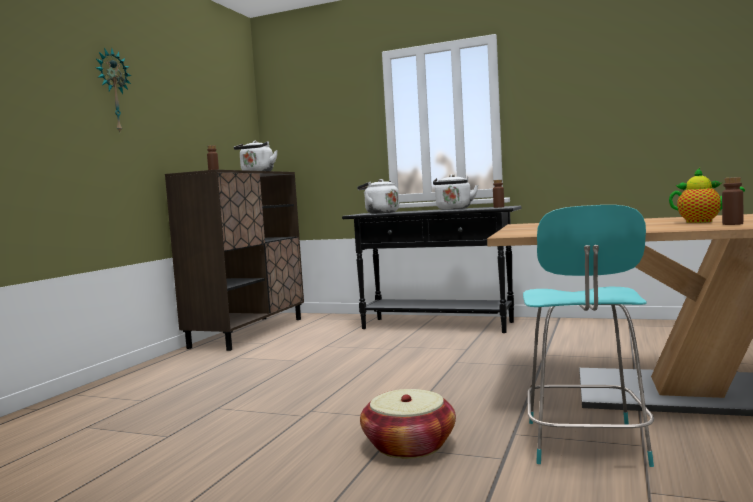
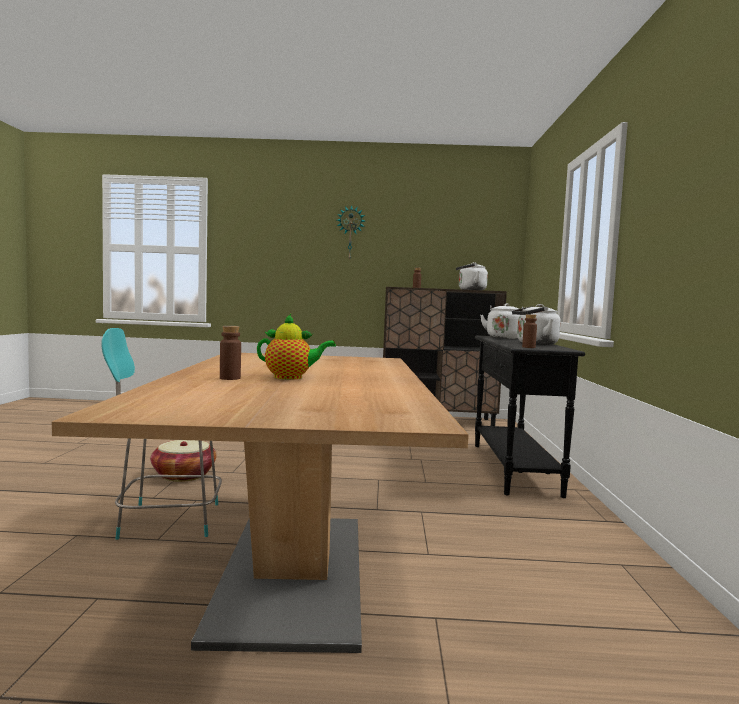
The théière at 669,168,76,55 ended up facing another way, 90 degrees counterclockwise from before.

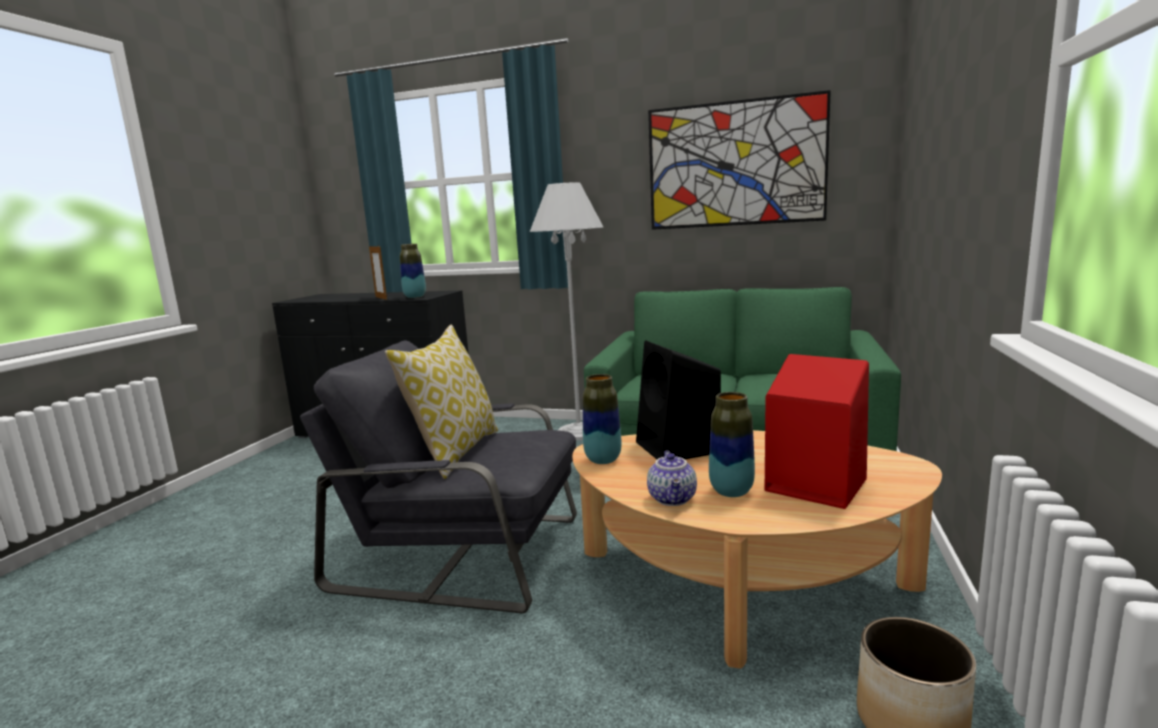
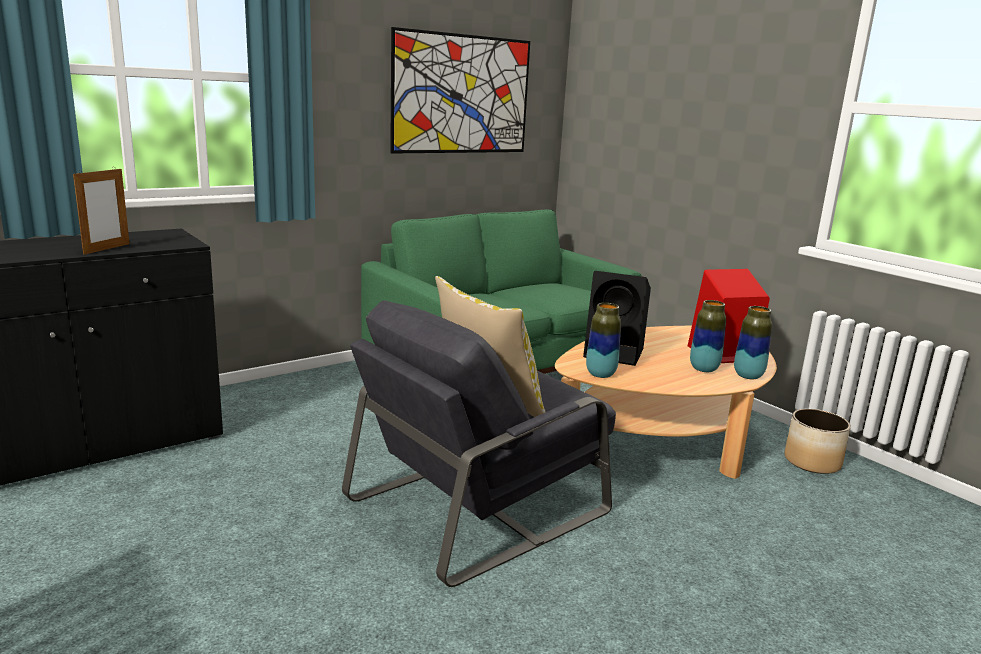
The cadre photo at 369,246,18,54 ended up facing another way, 75 degrees counterclockwise from before.
The vase ended up elsewhere, having gone from 400,244,26,54 to 734,306,38,73.
The second view lost the lampadaire/blanc at 530,182,73,258.
The second view lost the théière at 647,450,50,56.

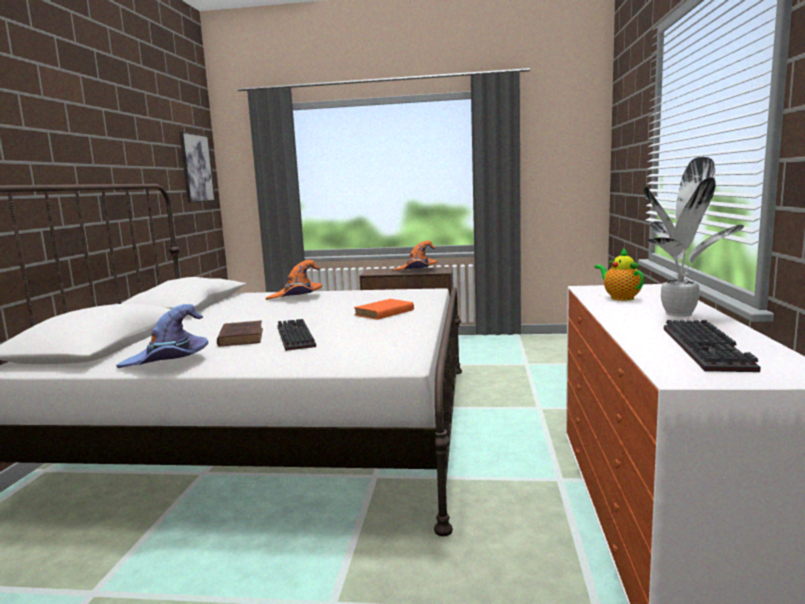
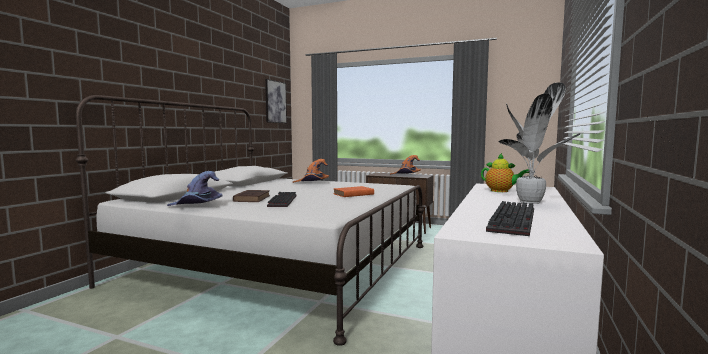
The théière at 594,248,50,53 ended up facing another way, 135 degrees clockwise from before.

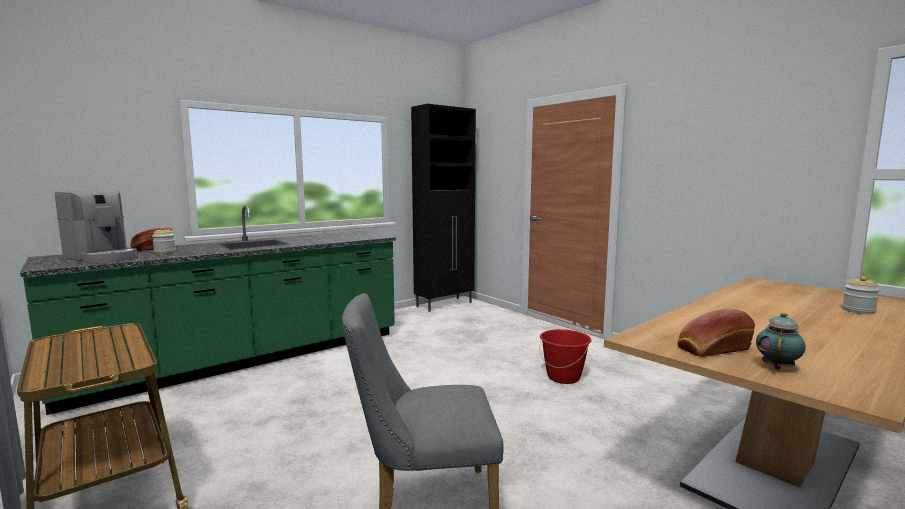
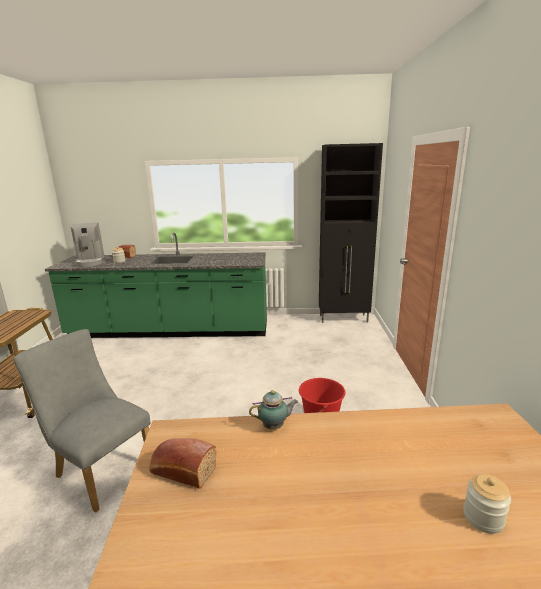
The théière ended up elsewhere, having gone from 756,312,50,58 to 249,390,49,40.

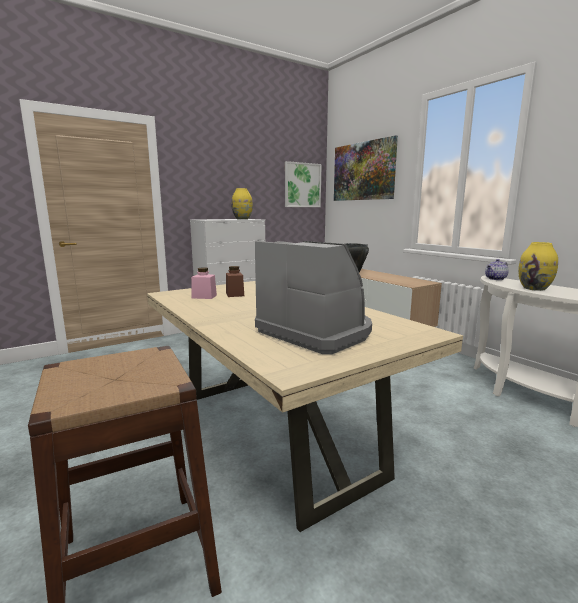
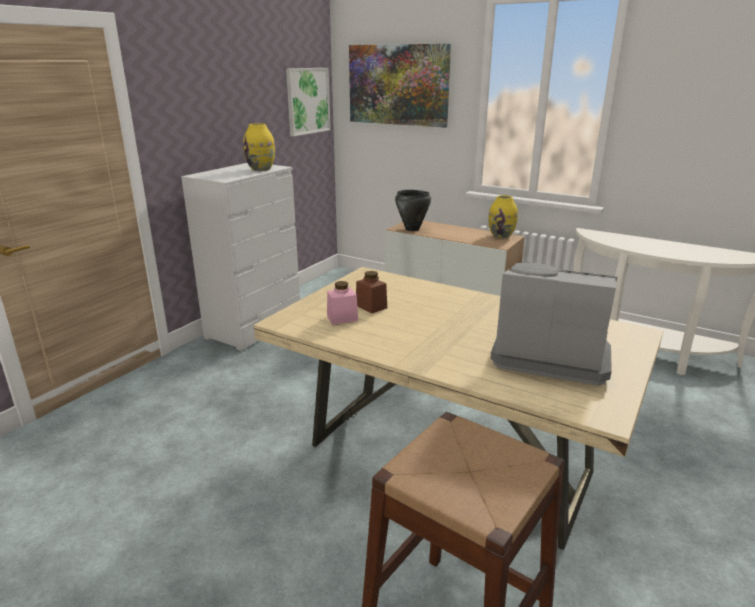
The second view lost the théière at 485,259,24,21.
The vase/jaune ended up elsewhere, having gone from 518,242,40,49 to 488,195,30,43.

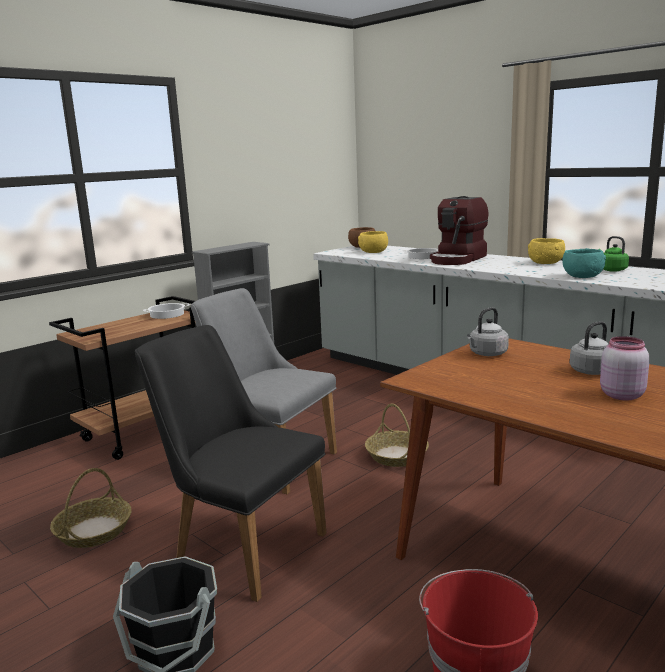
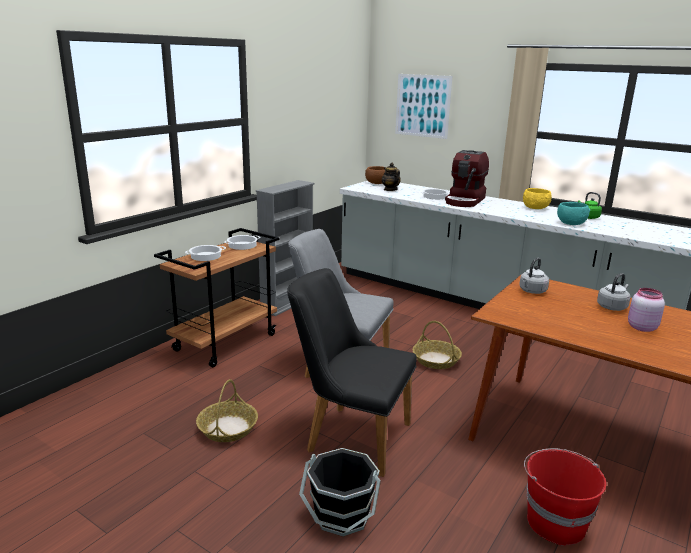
Where the bol/jaune stood at 358,231,30,22, the théière came to stand at 382,163,19,28.
The second view gained the marmite at 185,245,41,16.
The second view gained the tableau at 395,74,57,65.

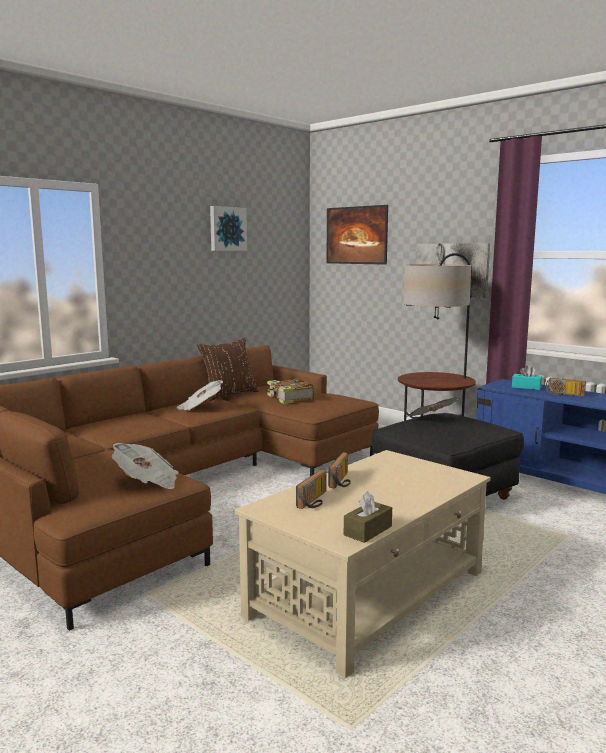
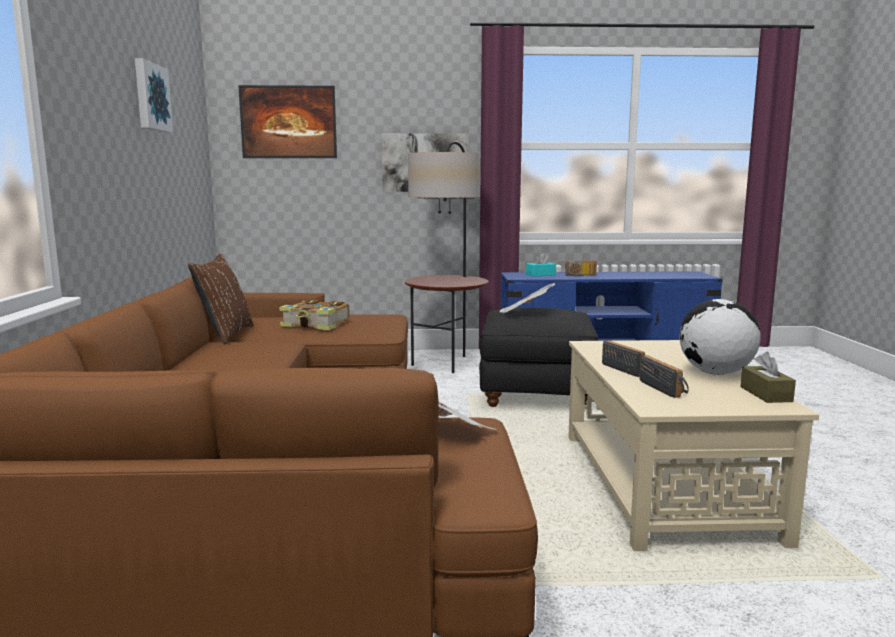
The second view lost the journal at 177,380,46,30.
The second view gained the globe at 679,299,82,76.

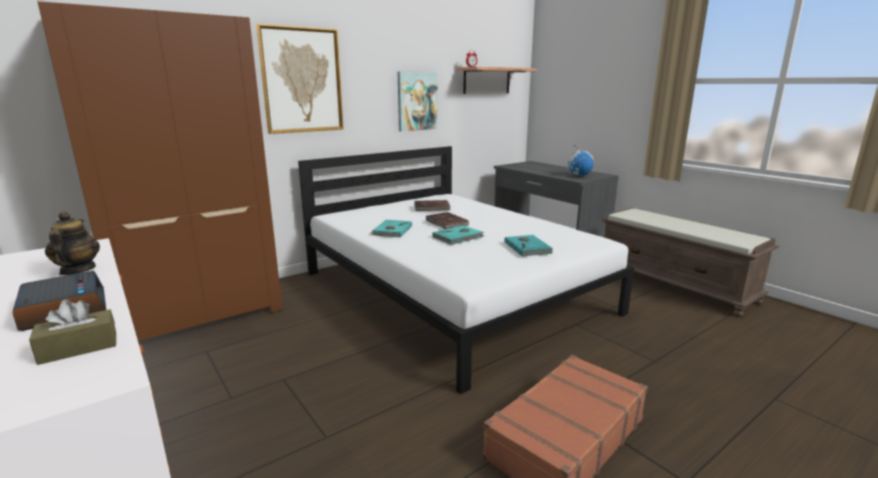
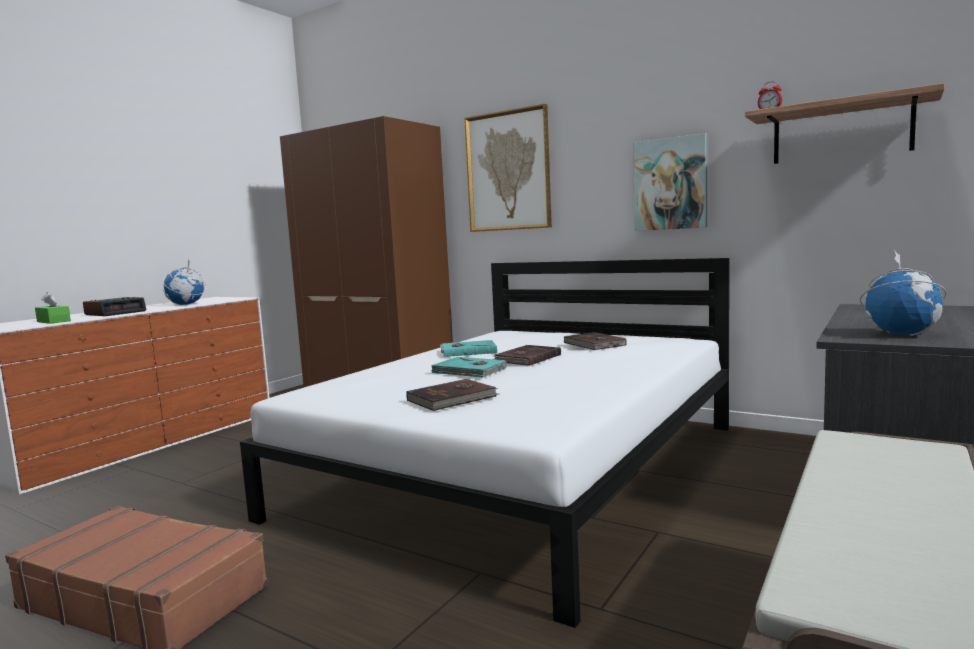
What was the boîte à mouchoirs/marron at 29,299,87,66 turned into the boîte à mouchoirs/vert at 35,292,36,32.
Where the théière stood at 45,211,55,64, the globe came to stand at 162,258,45,47.
What was the livre/turquoise at 505,235,48,22 turned into the livre/marron at 406,379,93,32.

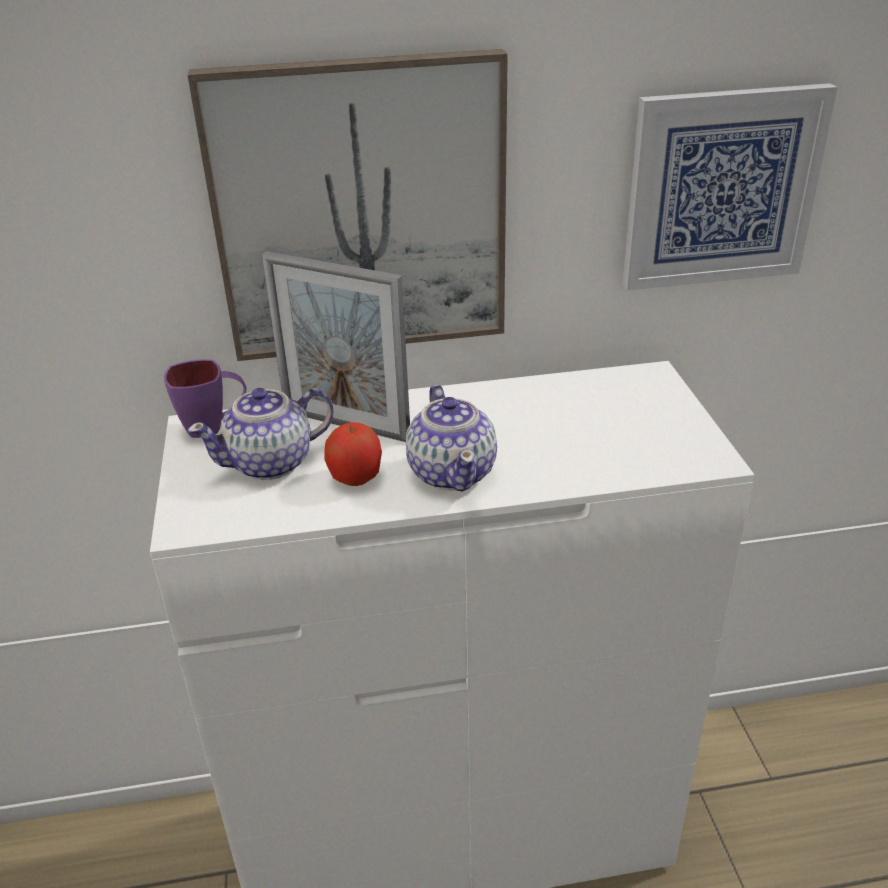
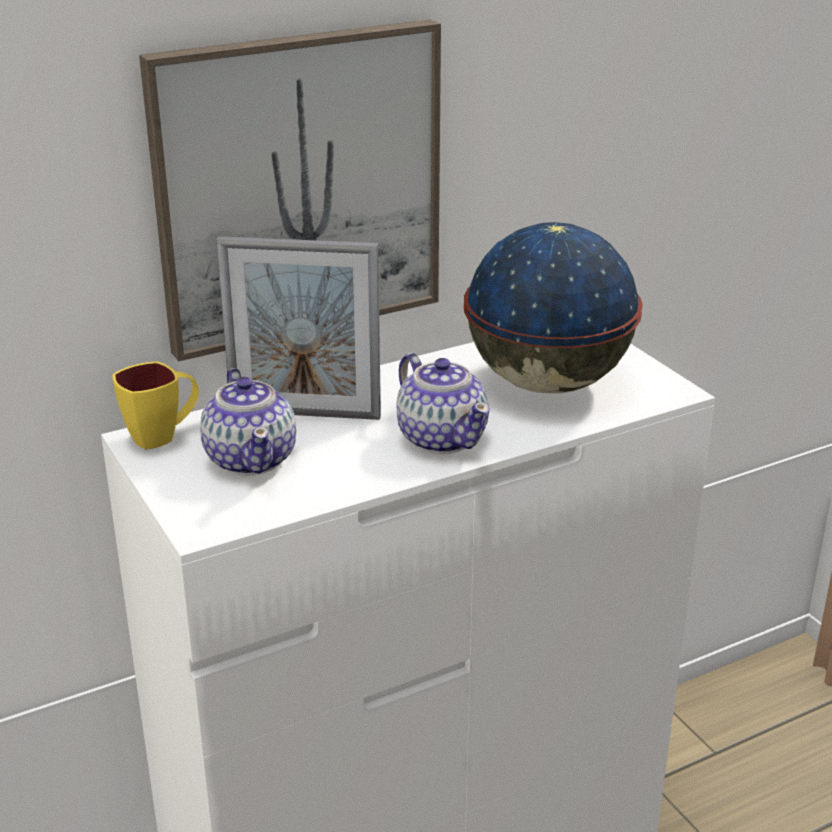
What was the mug/violet at 164,359,82,79 turned into the mug/jaune at 113,362,86,87.
The théière at 188,388,145,92 ended up facing another way, 60 degrees counterclockwise from before.
The second view lost the pomme at 325,422,57,64.
The second view lost the tableau at 623,83,214,208.
The second view gained the globe at 464,222,179,171.

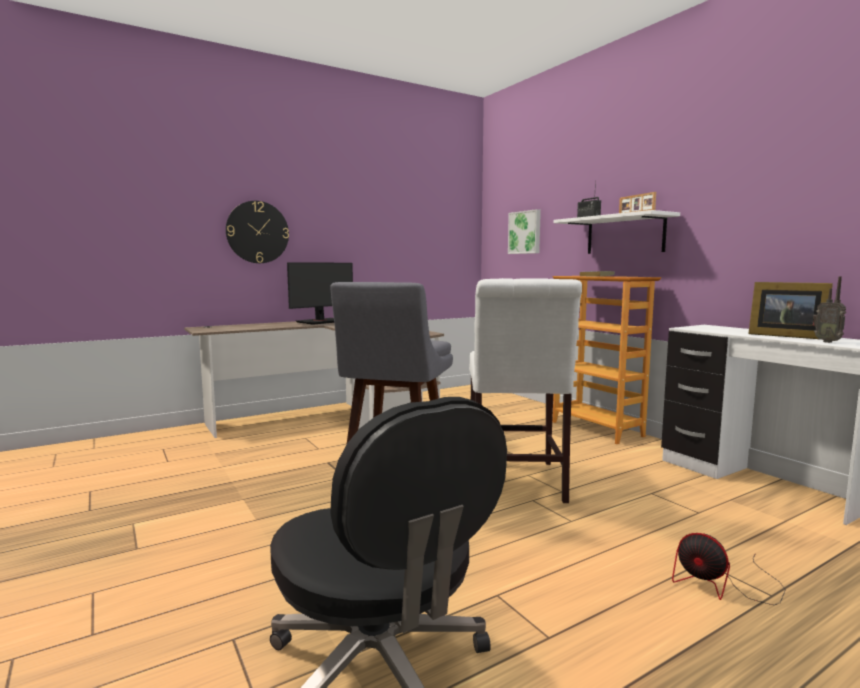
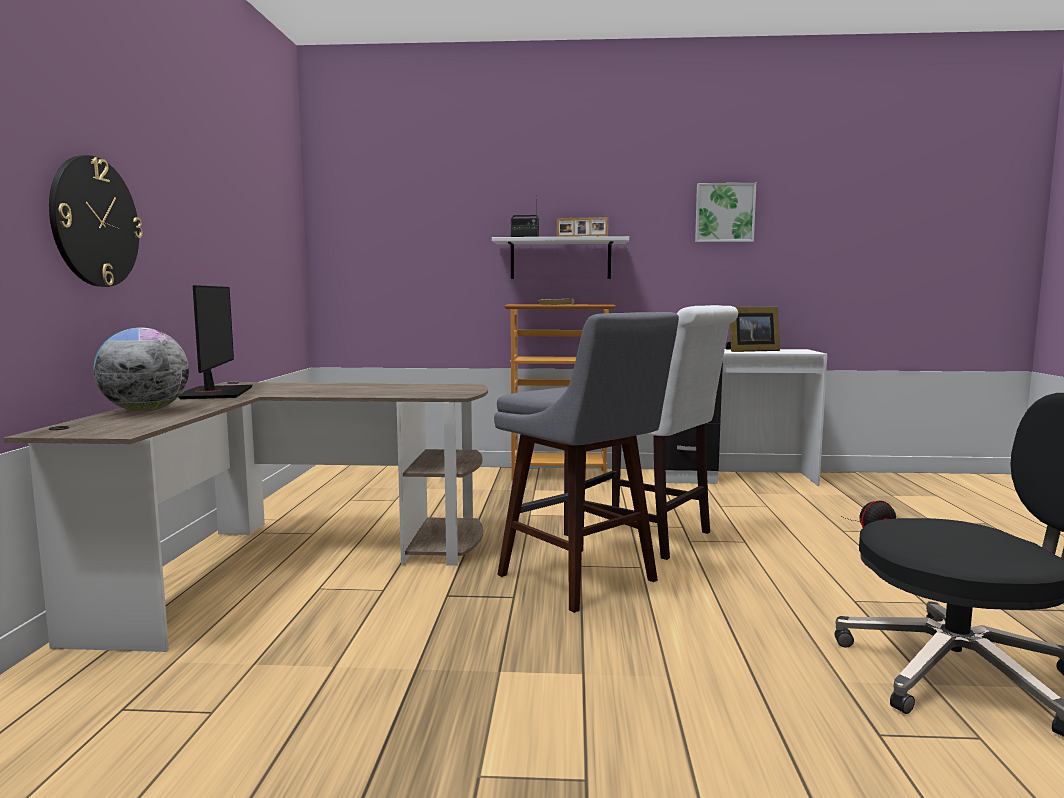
The tableau ended up elsewhere, having gone from 508,209,33,45 to 695,183,61,59.
The second view lost the radio at 812,277,34,66.
The second view gained the globe at 94,327,95,84.

